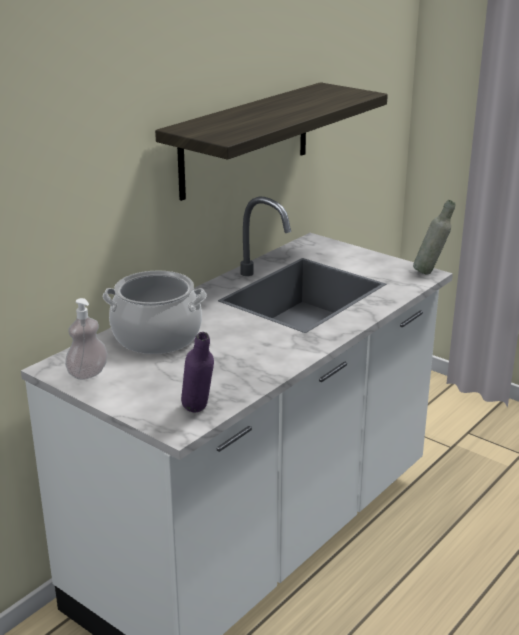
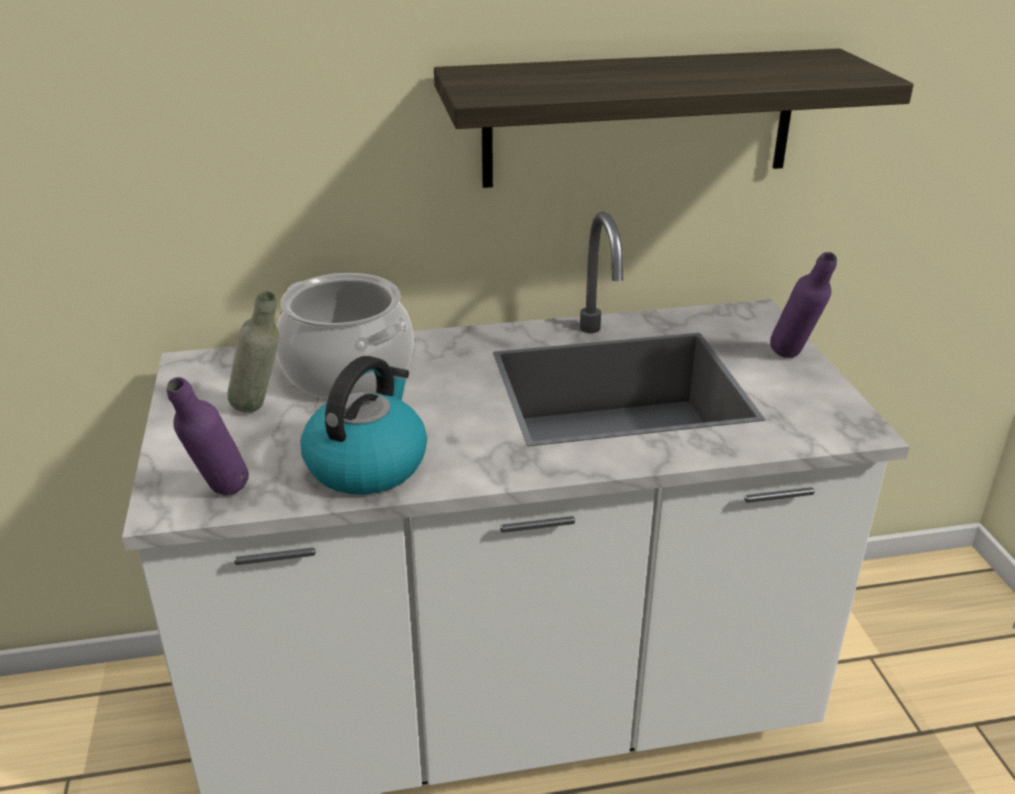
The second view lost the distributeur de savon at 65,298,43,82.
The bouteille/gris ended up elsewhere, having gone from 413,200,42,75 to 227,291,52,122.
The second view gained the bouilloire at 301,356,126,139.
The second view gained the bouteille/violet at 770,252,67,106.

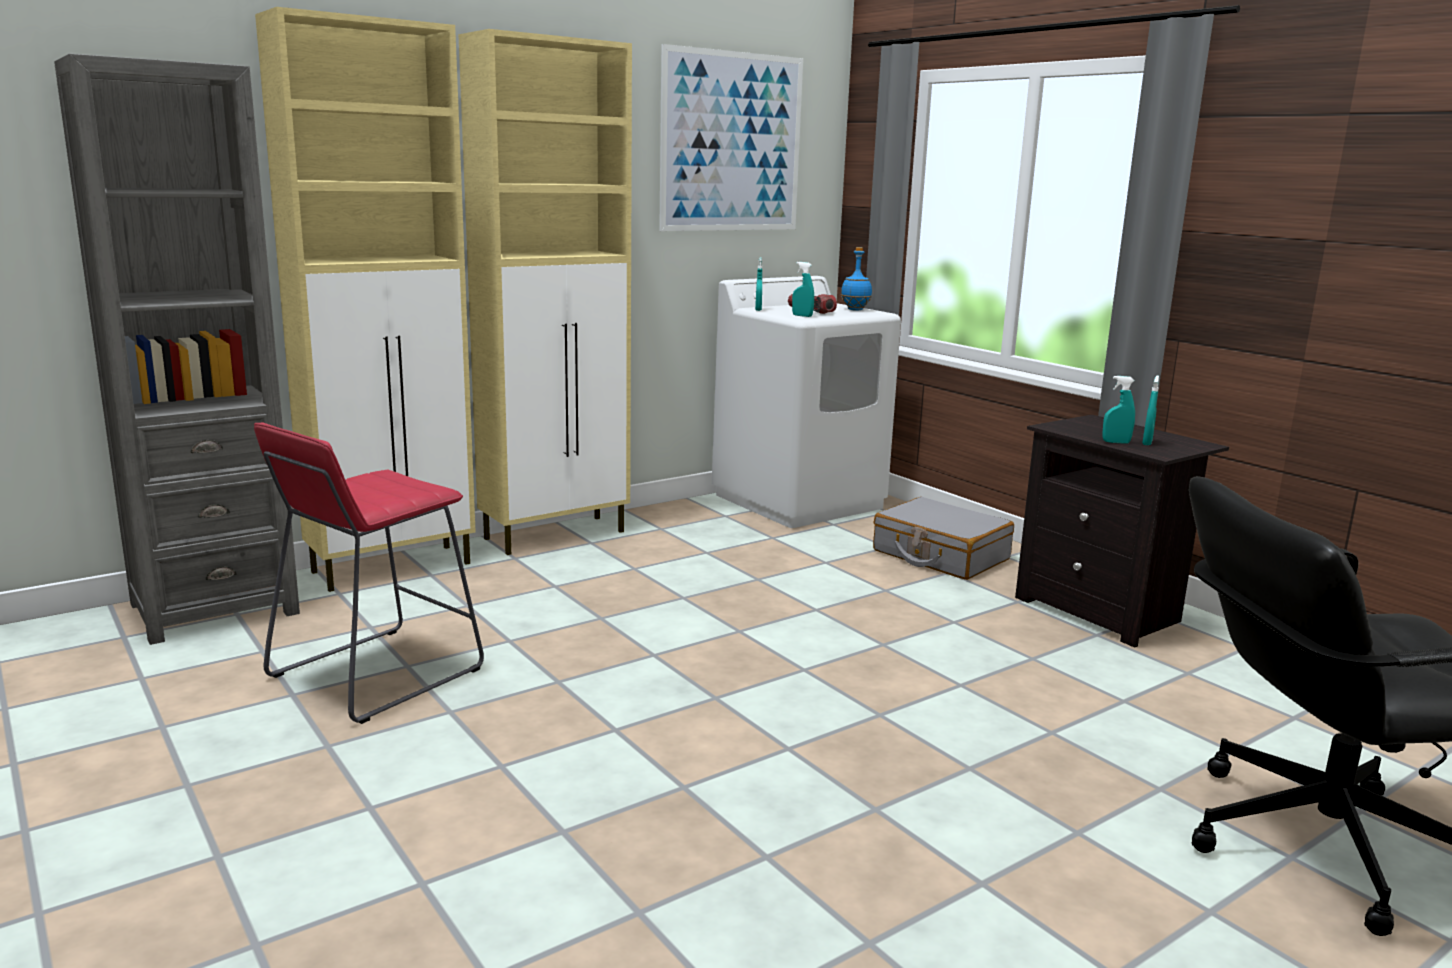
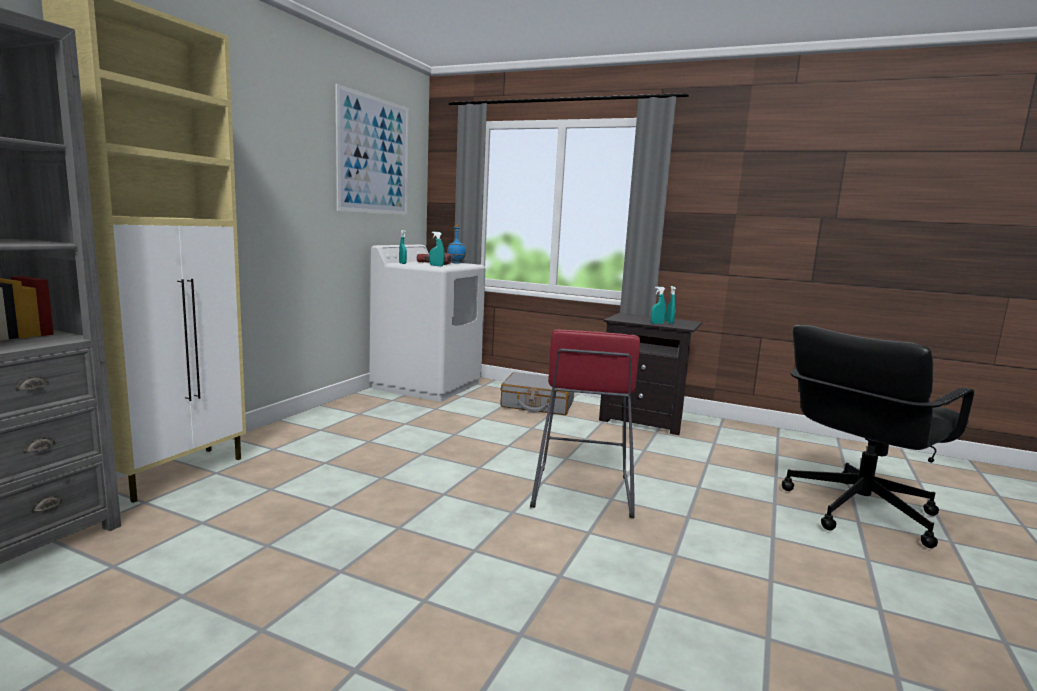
The tabouret/rouge ended up elsewhere, having gone from 254,422,230,302 to 530,329,110,189.
The second view lost the meuble de rangement/beige at 458,29,174,526.

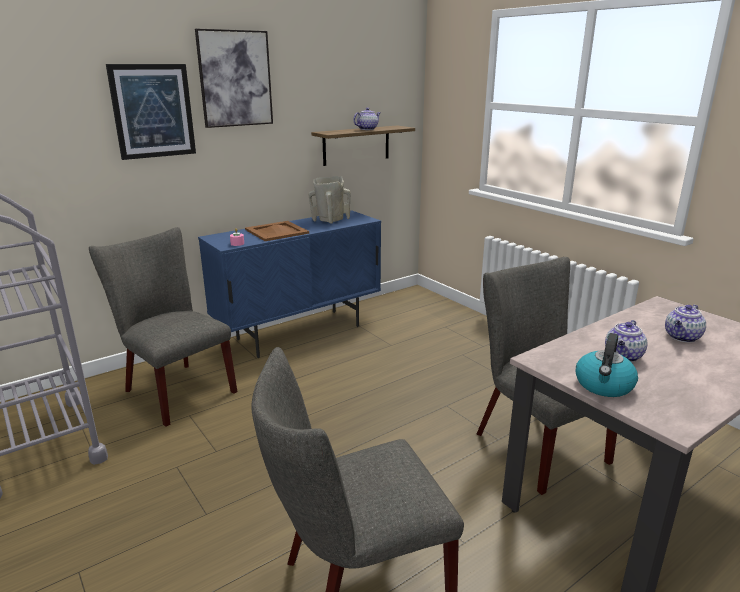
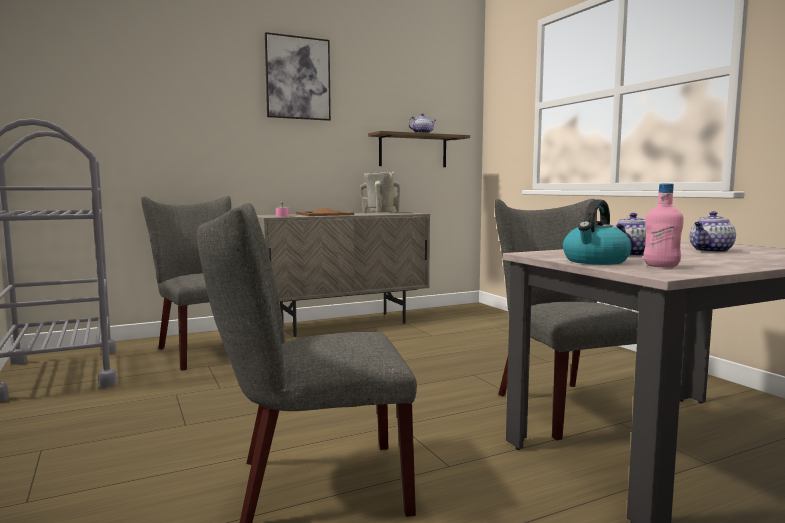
The second view lost the tableau at 106,64,90,96.
What was the meuble de rangement/bleu at 198,210,183,148 turned into the meuble de rangement/beige at 257,212,173,125.
The second view gained the bouteille/rose at 643,184,41,84.

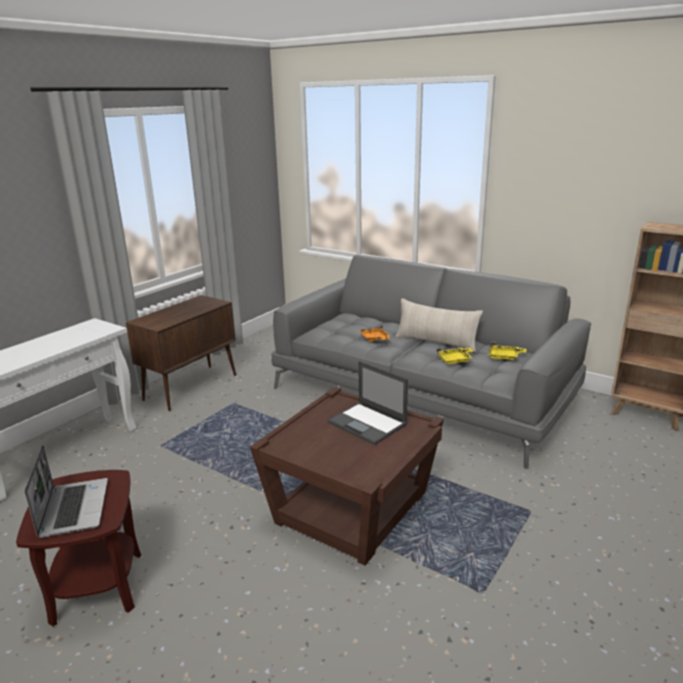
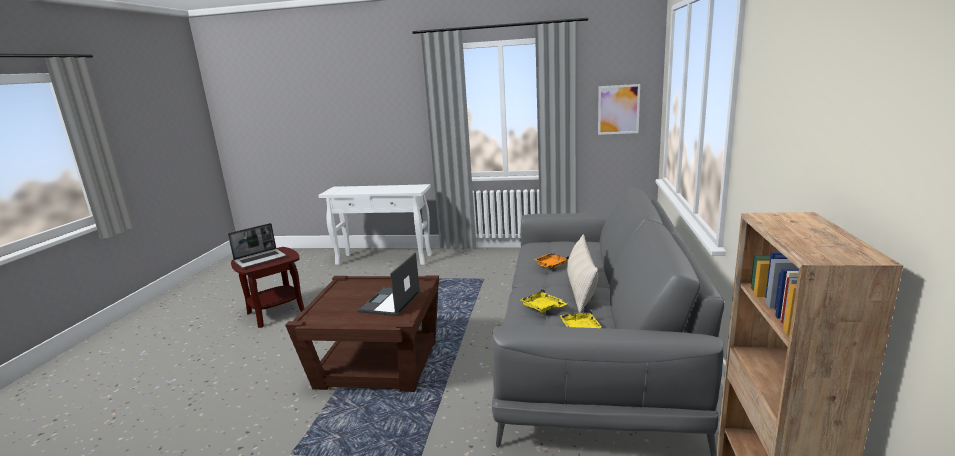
The second view lost the meuble de rangement/marron at 126,295,110,116.
The second view gained the tableau at 598,84,42,51.

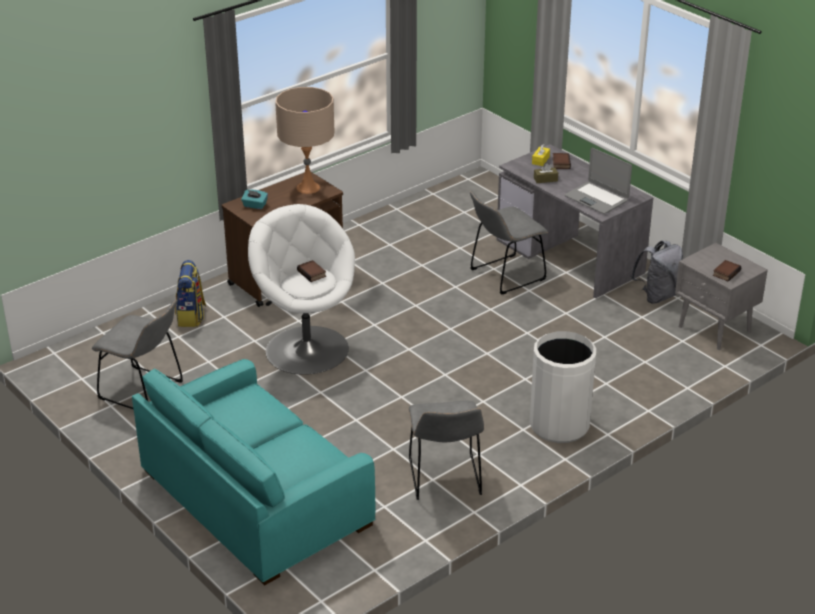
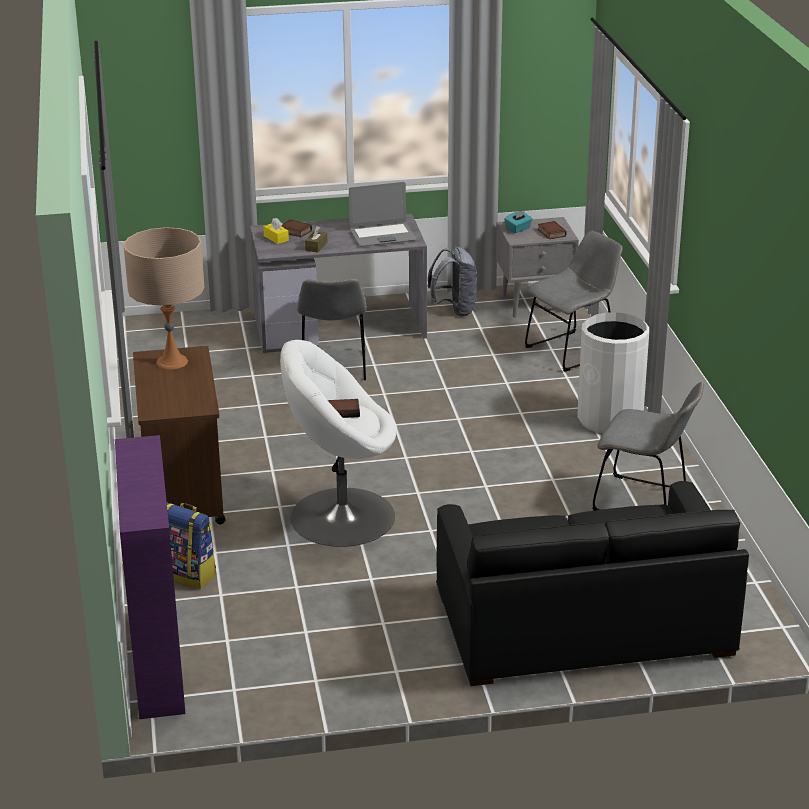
The chaise/gris ended up elsewhere, having gone from 92,299,91,110 to 525,231,98,141.
What was the canapé/turquoise at 132,359,244,226 turned into the canapé/noir at 436,481,313,205.
The boîte à mouchoirs/turquoise ended up elsewhere, having gone from 241,189,27,20 to 504,210,29,23.
The second view gained the bibliothèque/violet at 115,435,70,284.

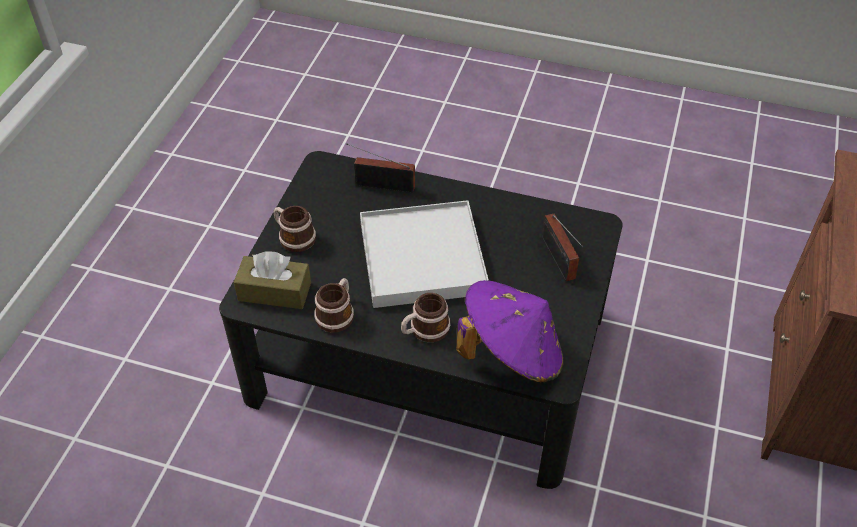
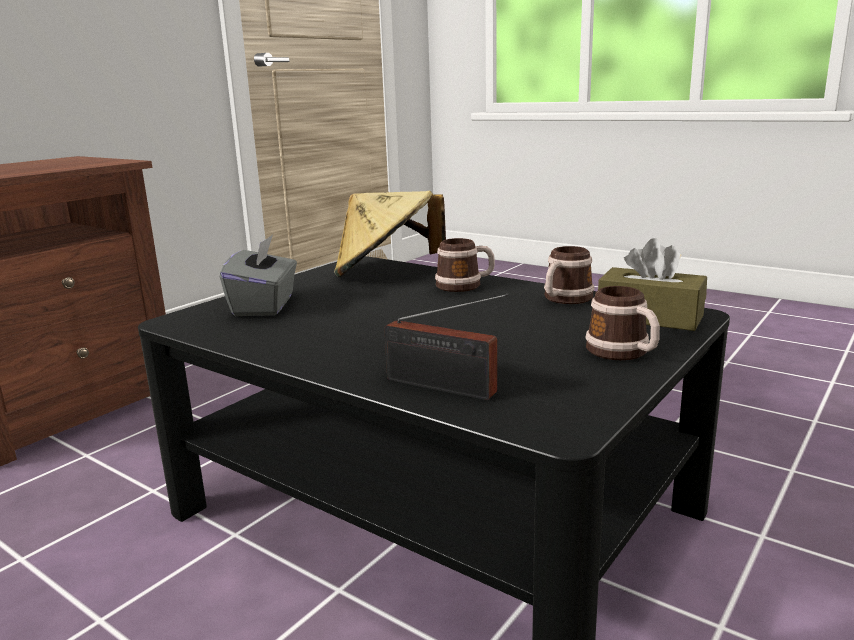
The second view lost the plateau/blanc at 360,200,129,108.
What was the chapeau/violet at 456,280,108,102 turned into the chapeau/beige at 334,191,112,86.
Where the radio stood at 542,214,41,67, the boîte à mouchoirs/gris came to stand at 220,234,77,82.

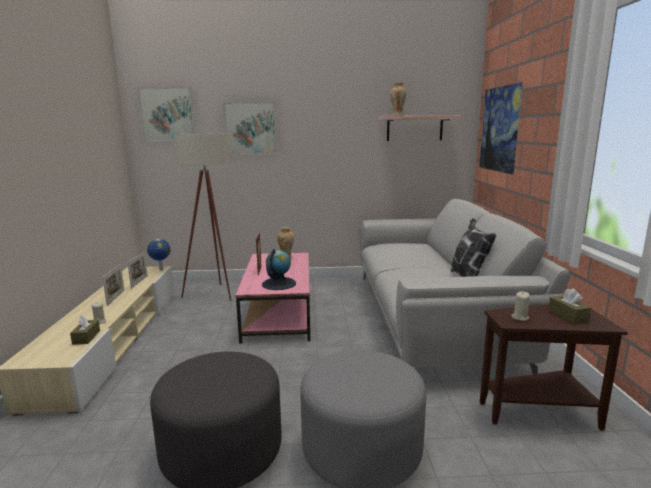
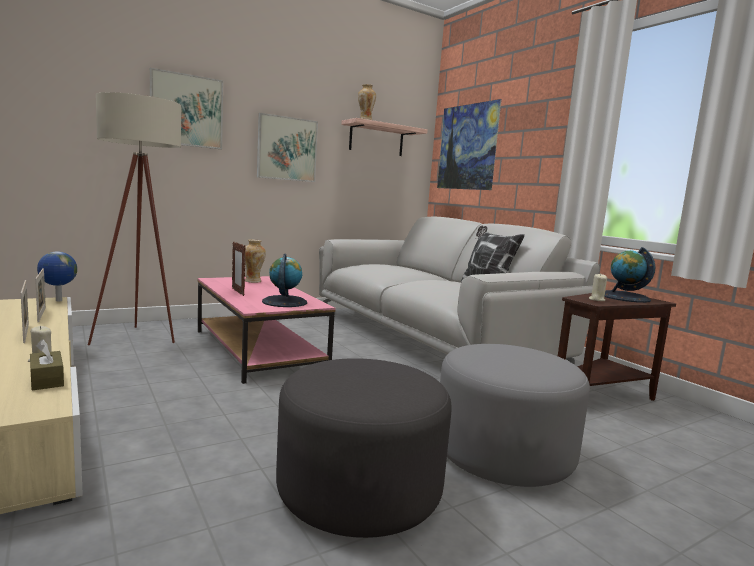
The tableau ended up elsewhere, having gone from 137,87,58,54 to 257,113,61,69.
Where the boîte à mouchoirs/marron stood at 548,288,43,36, the globe came to stand at 604,247,52,56.

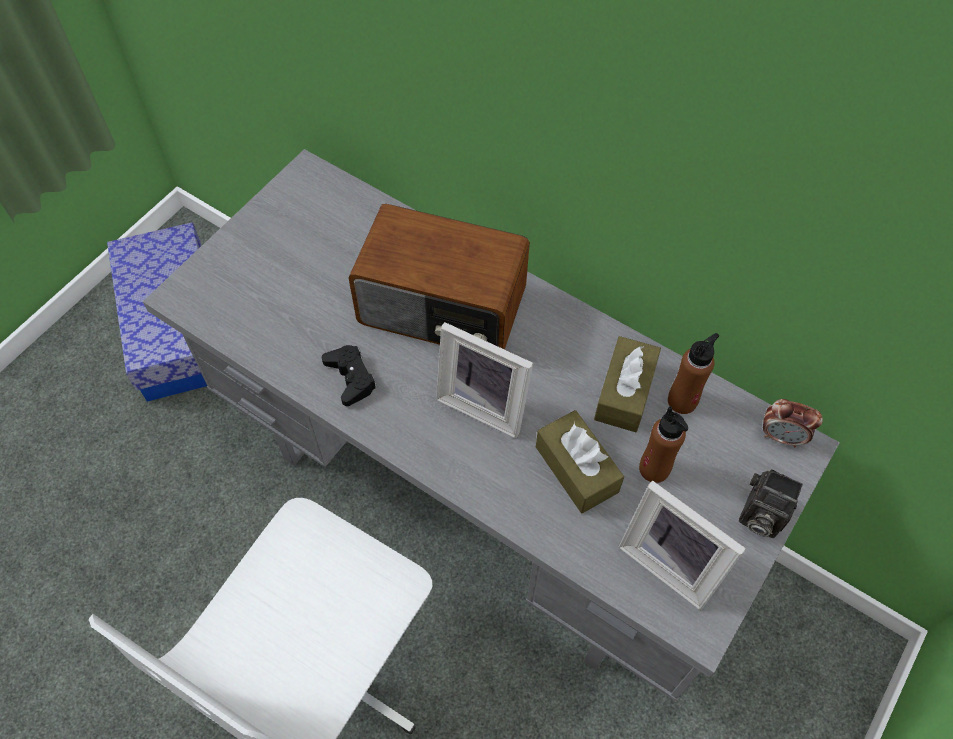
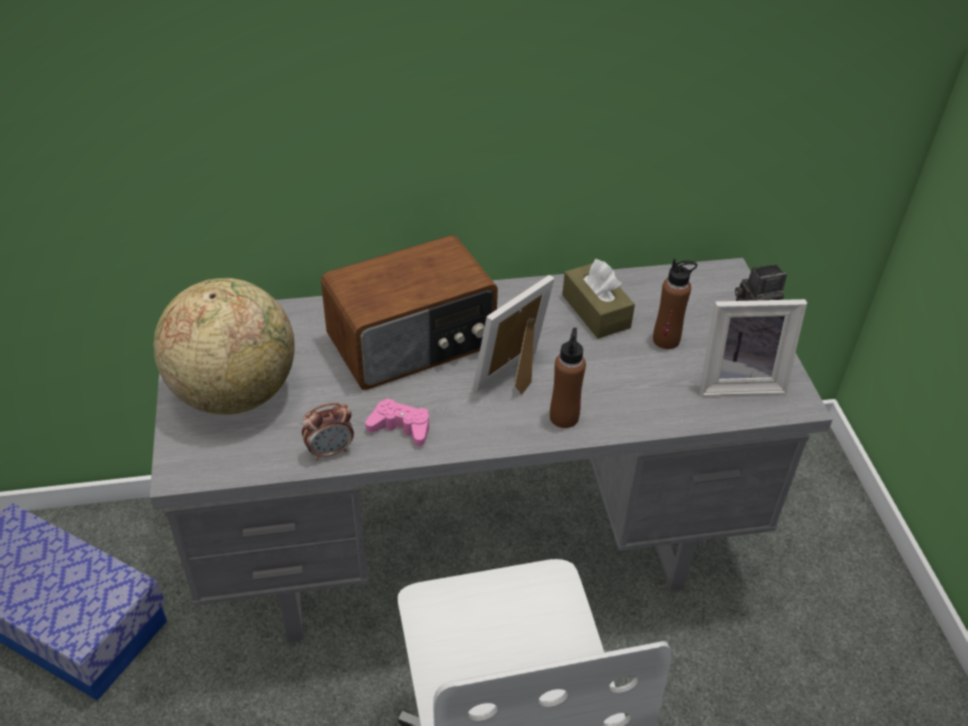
What was the manette/noir at 322,345,55,61 turned into the manette/rose at 366,398,63,48.
The cadre photo at 436,322,97,116 ended up facing another way, 150 degrees clockwise from before.
The second view lost the boîte à mouchoirs/marron at 536,410,88,104.
The bouteille/marron ended up elsewhere, having gone from 668,333,51,81 to 550,328,36,100.
The réveil ended up elsewhere, having gone from 763,399,60,48 to 302,402,52,59.
The second view gained the globe at 154,278,141,137.

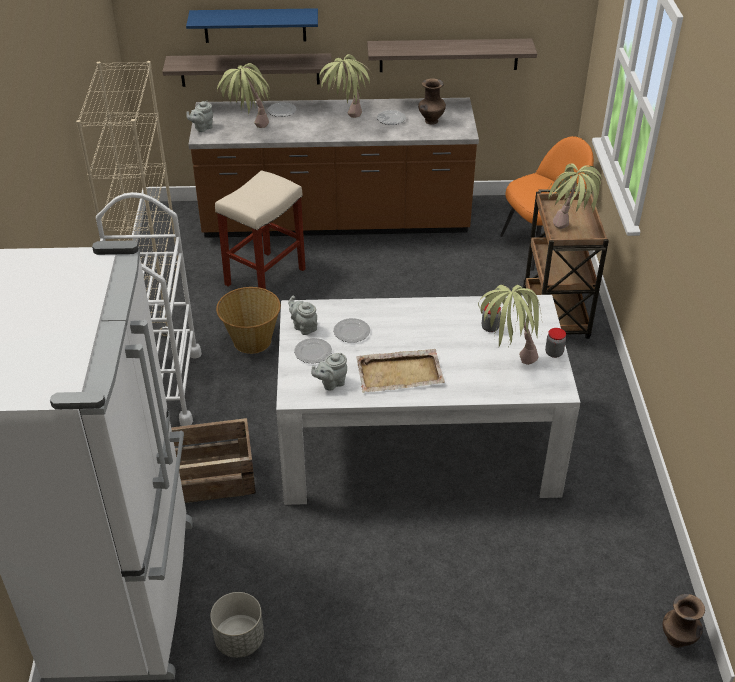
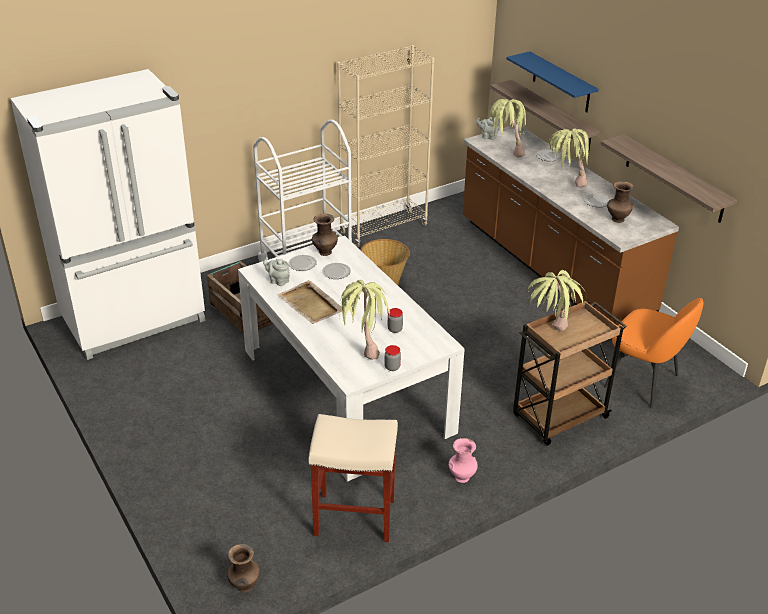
The second view lost the cache-pot/gris at 210,592,54,66.
The tabouret/beige ended up elsewhere, having gone from 215,170,91,119 to 308,414,90,128.
Where the théière/gris stood at 288,296,30,39, the vase/marron came to stand at 312,214,26,42.
The second view gained the vase/rose at 449,438,29,45.

